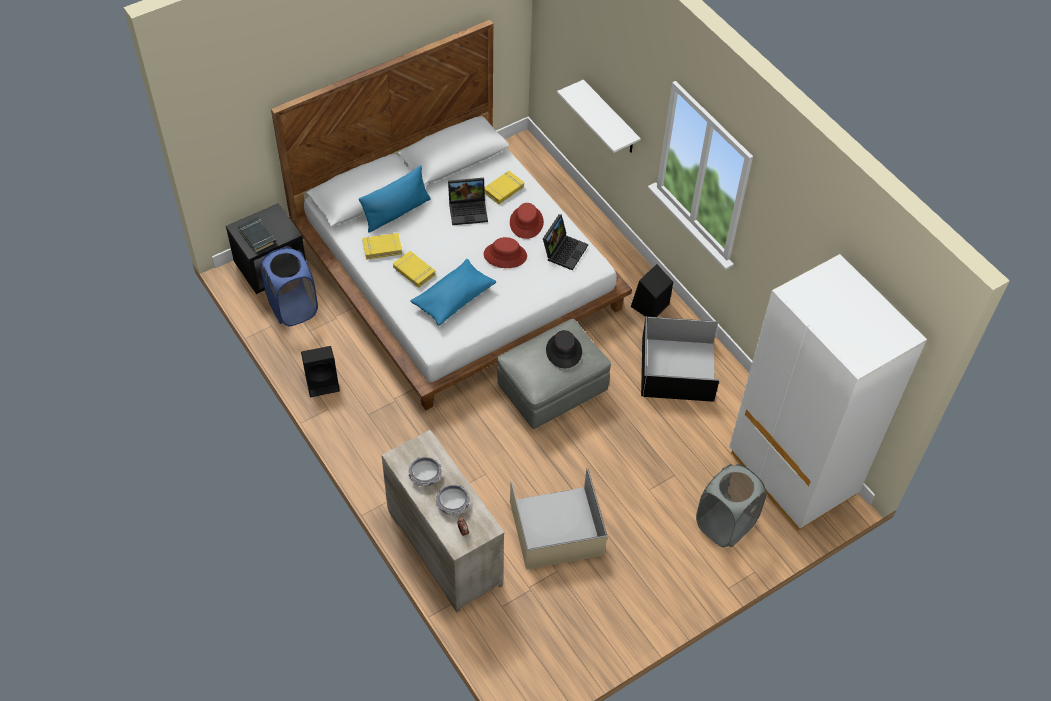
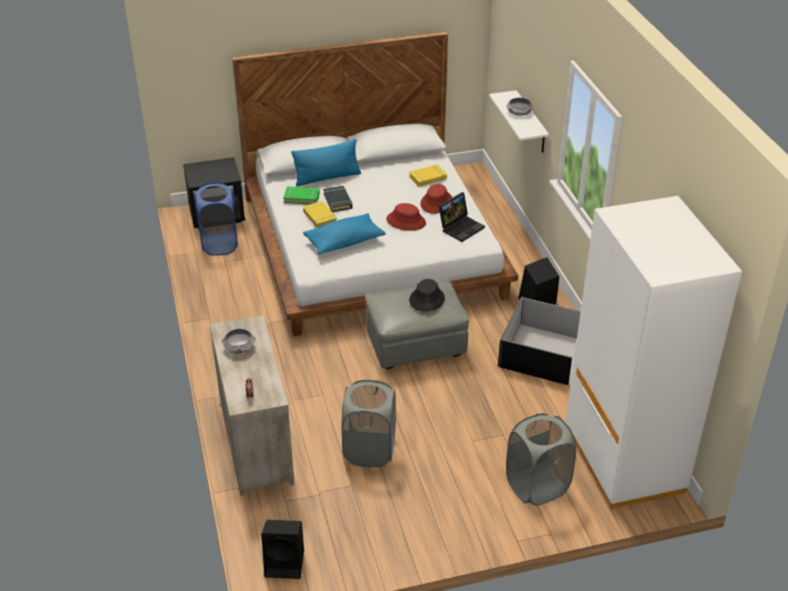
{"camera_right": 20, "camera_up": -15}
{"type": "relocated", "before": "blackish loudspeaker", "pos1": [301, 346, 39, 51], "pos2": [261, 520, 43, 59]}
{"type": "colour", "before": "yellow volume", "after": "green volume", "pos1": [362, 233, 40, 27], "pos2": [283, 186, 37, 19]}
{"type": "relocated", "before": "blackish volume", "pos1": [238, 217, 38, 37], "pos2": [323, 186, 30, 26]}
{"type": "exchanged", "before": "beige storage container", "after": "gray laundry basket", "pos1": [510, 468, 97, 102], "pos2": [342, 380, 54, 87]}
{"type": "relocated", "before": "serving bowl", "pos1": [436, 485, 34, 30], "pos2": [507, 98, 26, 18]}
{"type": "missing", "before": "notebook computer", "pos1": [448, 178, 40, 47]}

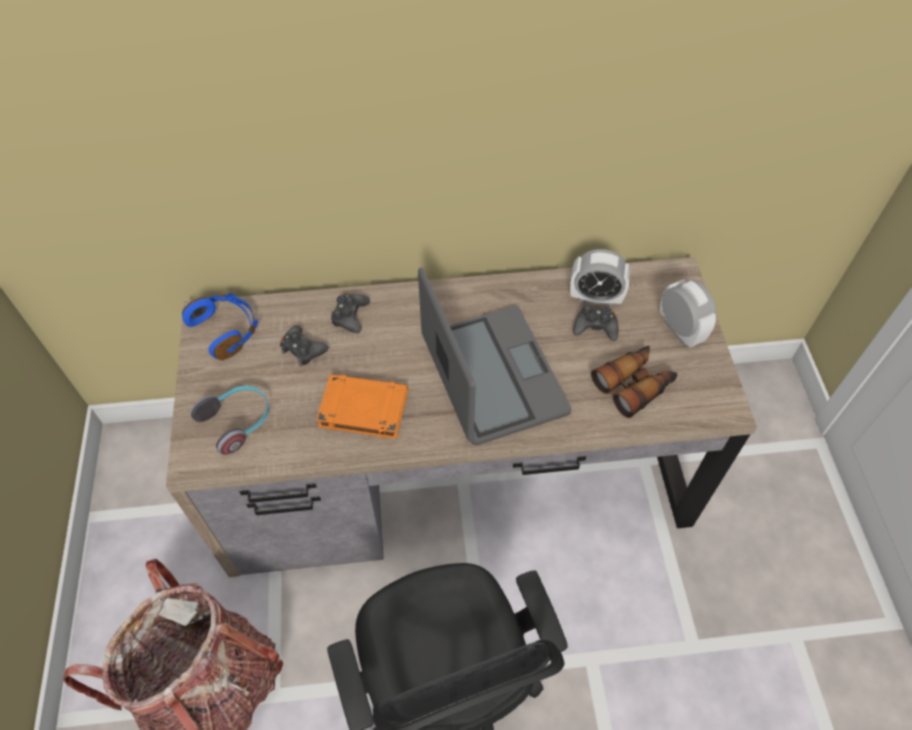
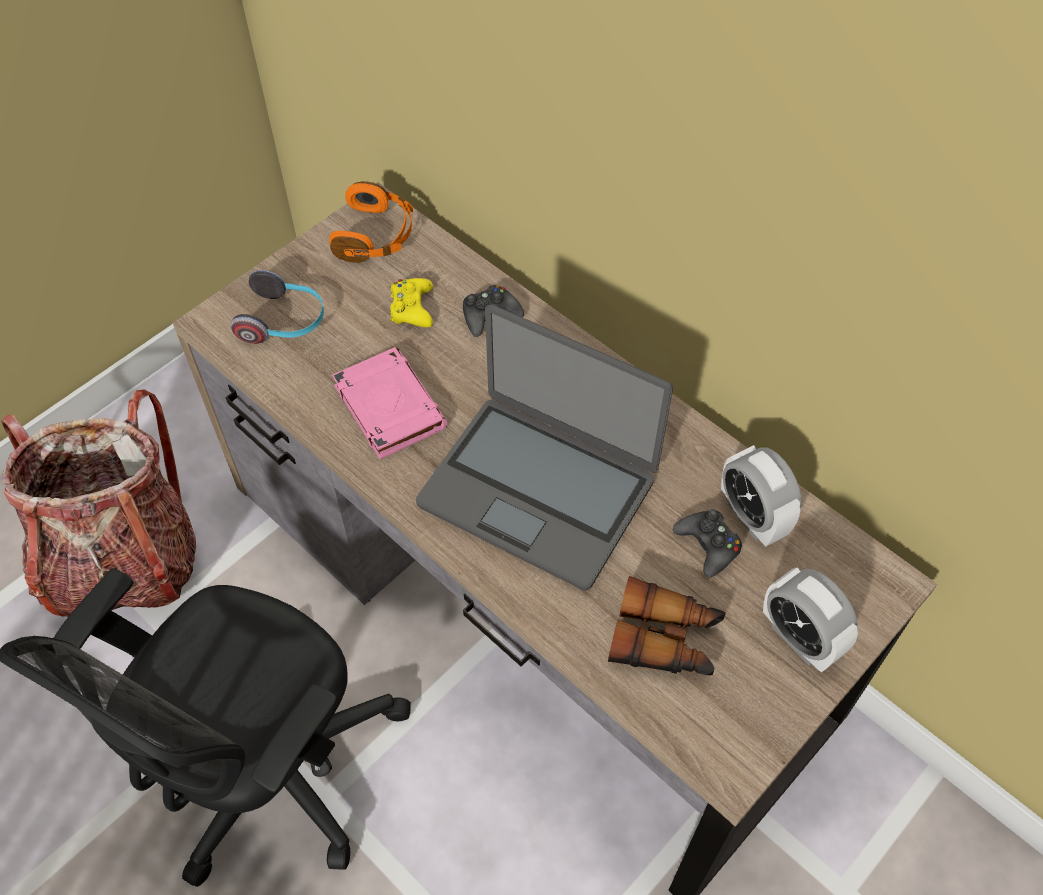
{"camera_right": 50, "camera_up": 0}
{"type": "colour", "before": "blue-coloured pair of headphones", "after": "orange-coloured pair of headphones", "pos1": [182, 294, 76, 66], "pos2": [329, 181, 84, 82]}
{"type": "colour", "before": "orange-coloured volume", "after": "pink-coloured volume", "pos1": [316, 374, 92, 65], "pos2": [332, 347, 115, 112]}
{"type": "colour", "before": "blackish game controller", "after": "yellow game controller", "pos1": [280, 325, 49, 41], "pos2": [390, 278, 43, 49]}
{"type": "spun", "before": "notebook computer", "pos1": [418, 267, 154, 178], "pos2": [416, 304, 257, 287], "turn": 90}
{"type": "spun", "before": "alarm clock", "pos1": [660, 279, 56, 69], "pos2": [763, 567, 95, 105], "turn": 120}

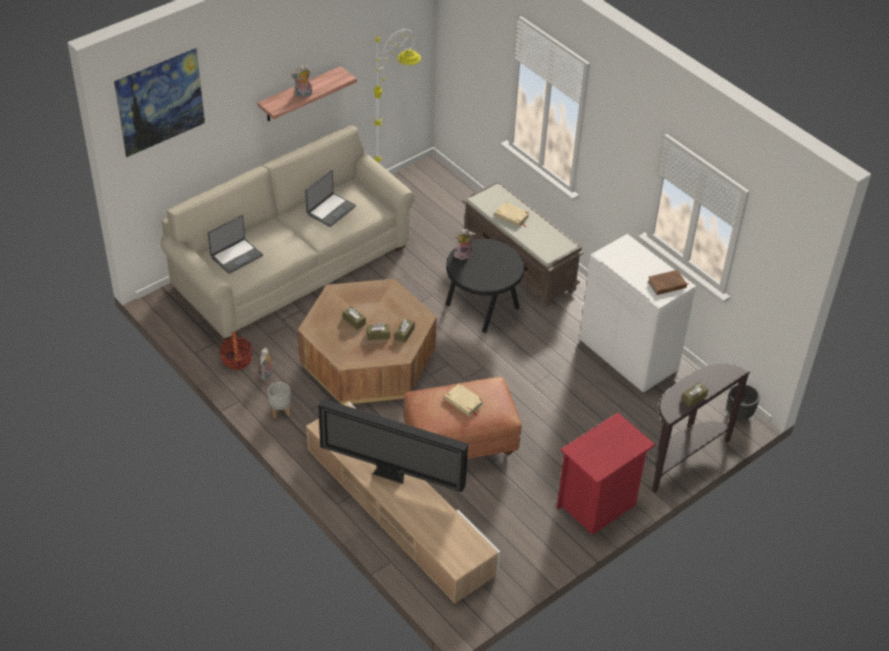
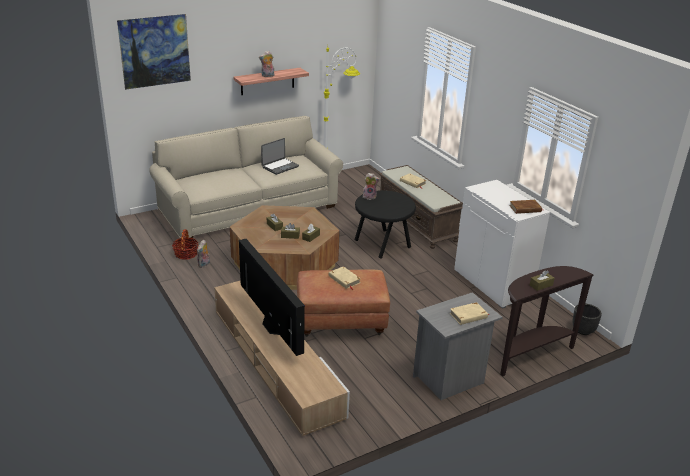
{"camera_right": 10, "camera_up": -15}
{"type": "spun", "before": "television", "pos1": [318, 399, 150, 93], "pos2": [239, 239, 66, 117], "turn": -150}
{"type": "colour", "before": "reddish bedside table", "after": "gray bedside table", "pos1": [557, 413, 98, 122], "pos2": [413, 292, 90, 108]}
{"type": "appeared", "after": "beige volume", "pos2": [450, 302, 39, 23]}
{"type": "missing", "before": "notebook computer", "pos1": [208, 215, 55, 59]}
{"type": "missing", "before": "gray planter", "pos1": [268, 382, 23, 36]}

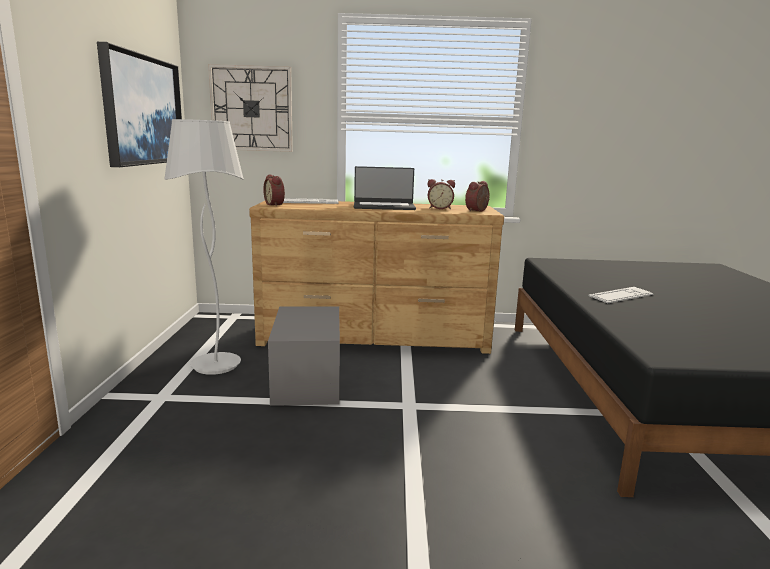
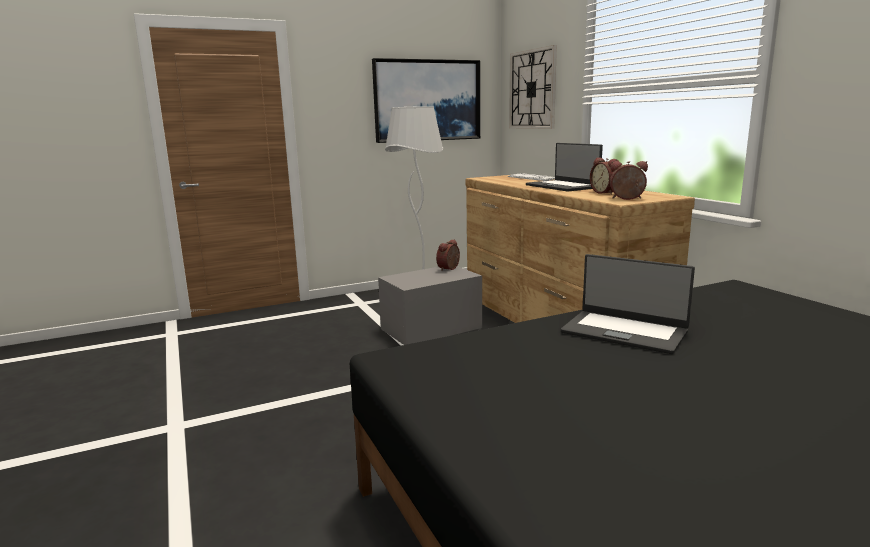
{"camera_right": 65, "camera_up": 0}
{"type": "relocated", "before": "alarm clock", "pos1": [263, 175, 22, 31], "pos2": [436, 239, 24, 32]}
{"type": "exchanged", "before": "PC keyboard", "after": "notebook computer", "pos1": [588, 287, 66, 17], "pos2": [561, 254, 134, 100]}

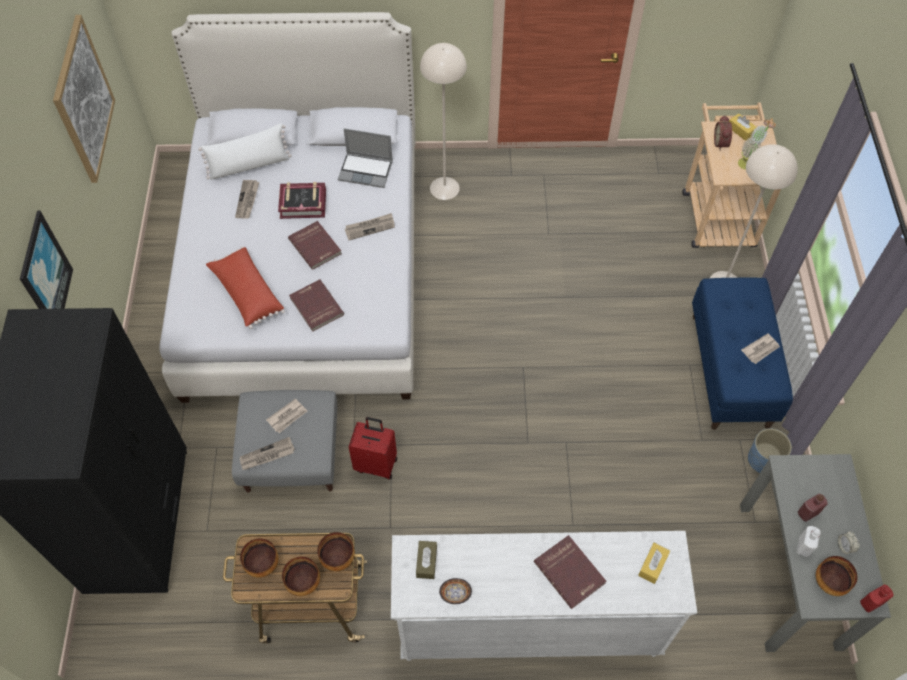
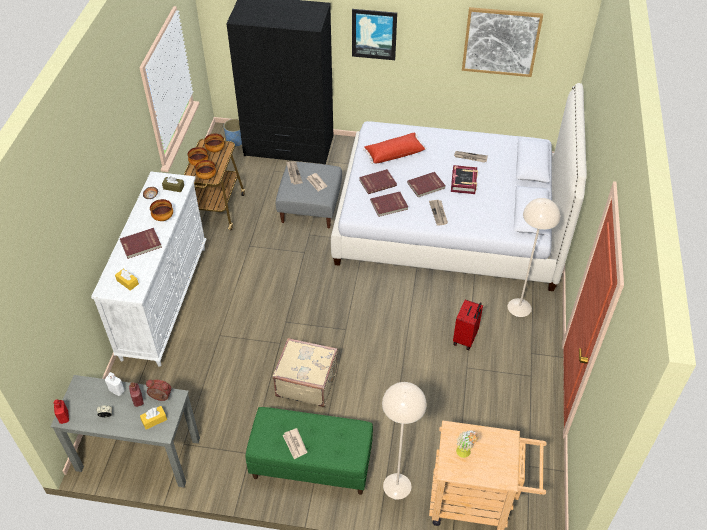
{"camera_right": 100, "camera_up": -10}
{"type": "relocated", "before": "yellow box of tissues", "pos1": [729, 113, 27, 28], "pos2": [140, 406, 27, 23]}
{"type": "relocated", "before": "alarm clock", "pos1": [714, 115, 18, 35], "pos2": [146, 379, 26, 22]}
{"type": "relocated", "before": "serving bowl", "pos1": [816, 556, 42, 40], "pos2": [150, 199, 23, 22]}
{"type": "relocated", "before": "blue-coloured planter", "pos1": [748, 428, 44, 45], "pos2": [224, 119, 18, 28]}
{"type": "colour", "before": "blue-coloured long seat", "after": "green long seat", "pos1": [692, 277, 101, 153], "pos2": [245, 407, 128, 88]}
{"type": "appeared", "after": "beige suitcase", "pos2": [272, 338, 66, 69]}
{"type": "appeared", "after": "reddish volume", "pos2": [370, 192, 38, 25]}
{"type": "relocated", "before": "reddish suitcase", "pos1": [349, 417, 48, 63], "pos2": [453, 300, 30, 50]}
{"type": "missing", "before": "whitish throw pillow", "pos1": [198, 123, 94, 57]}
{"type": "missing", "before": "notebook computer", "pos1": [338, 128, 55, 60]}

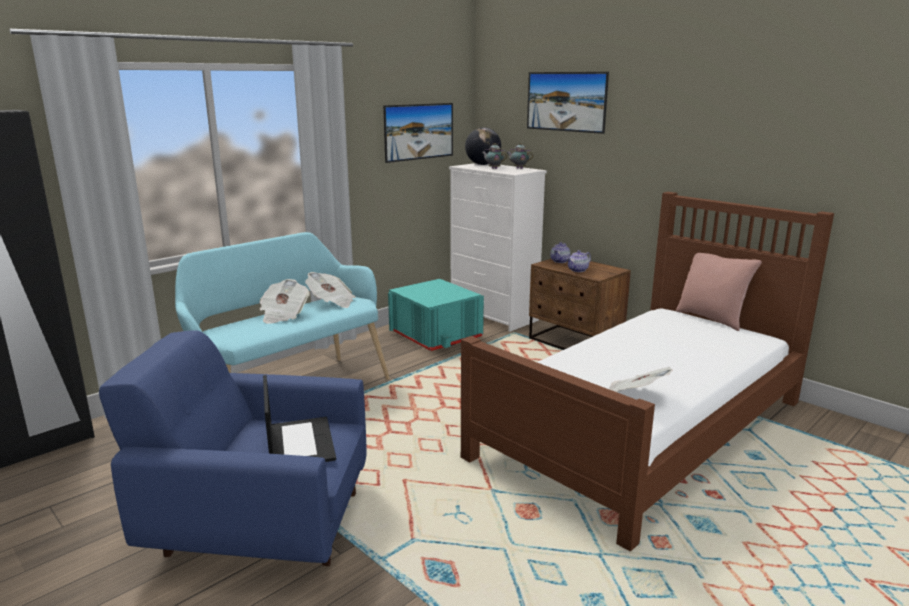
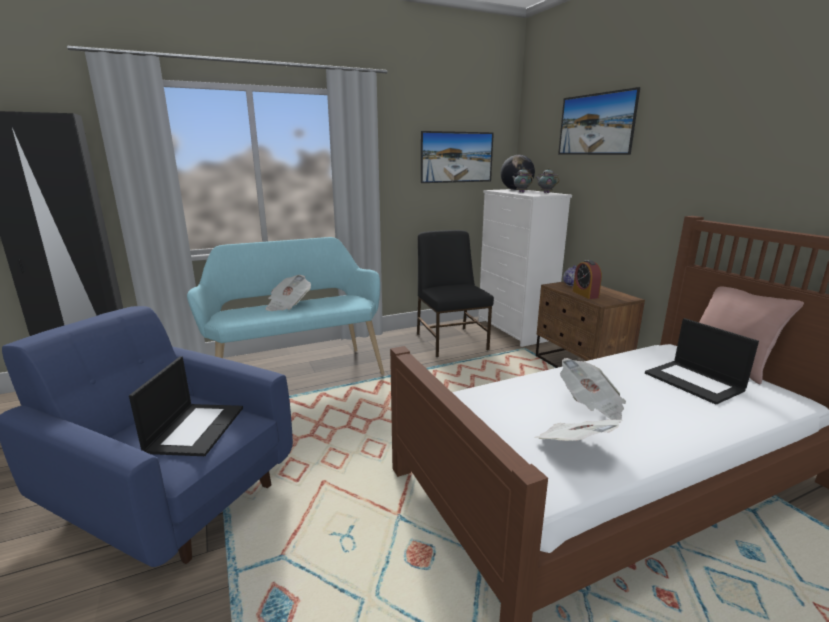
{"camera_right": 20, "camera_up": 0}
{"type": "exchanged", "before": "turquoise-coloured storage container", "after": "blackish chair", "pos1": [388, 279, 96, 72], "pos2": [417, 230, 77, 127]}
{"type": "relocated", "before": "printed paper", "pos1": [305, 272, 51, 36], "pos2": [560, 358, 66, 65]}
{"type": "exchanged", "before": "tea pot", "after": "alarm clock", "pos1": [566, 250, 25, 22], "pos2": [573, 260, 29, 39]}
{"type": "appeared", "after": "notebook computer", "pos2": [645, 318, 114, 87]}

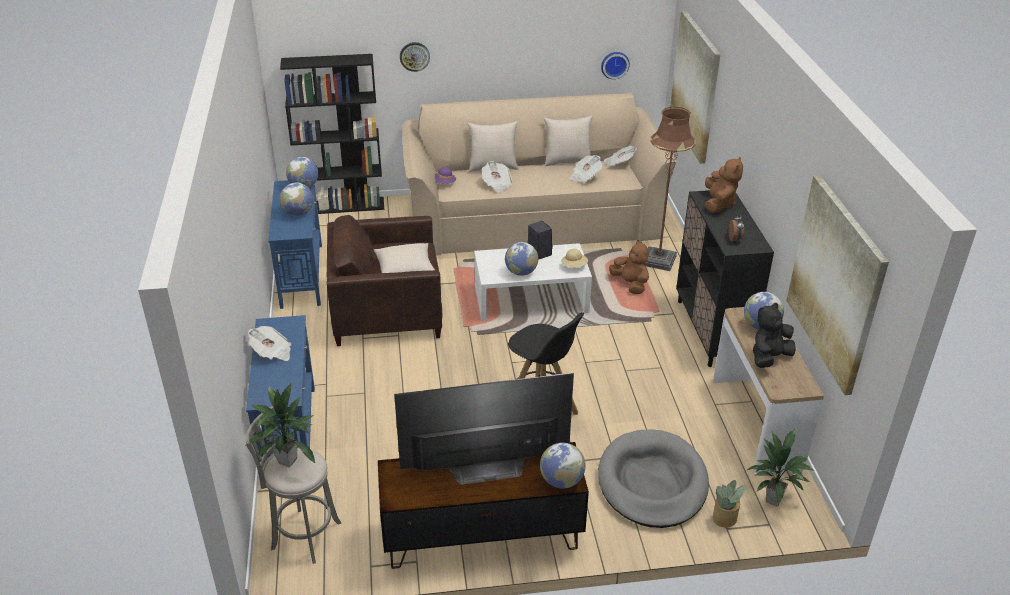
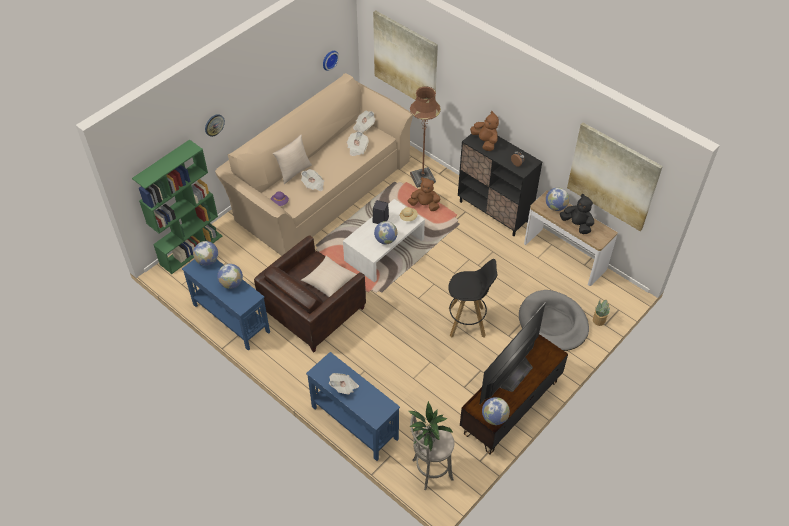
{"camera_right": -40, "camera_up": 15}
{"type": "colour", "before": "blackish bookcase", "after": "green bookcase", "pos1": [280, 54, 104, 160], "pos2": [132, 140, 90, 134]}
{"type": "relocated", "before": "globe", "pos1": [540, 443, 46, 45], "pos2": [482, 397, 28, 28]}
{"type": "spun", "before": "blackish cuddly toy", "pos1": [753, 303, 43, 65], "pos2": [560, 194, 34, 40], "turn": 120}
{"type": "missing", "before": "beige throw pillow", "pos1": [544, 115, 49, 51]}
{"type": "missing", "before": "plant in a pot", "pos1": [747, 429, 67, 78]}

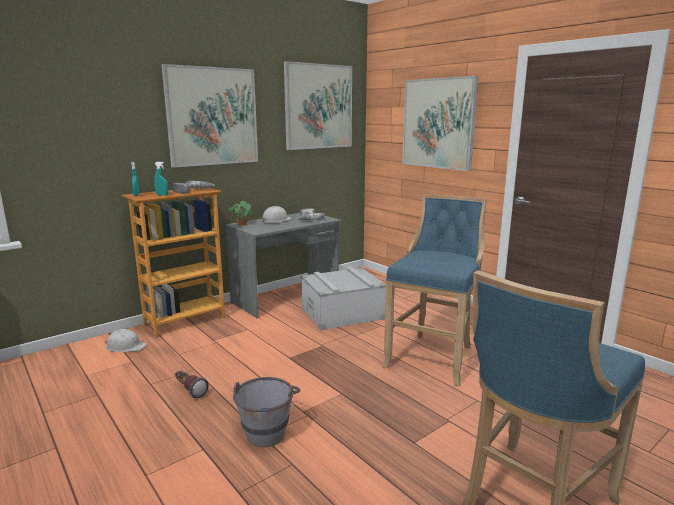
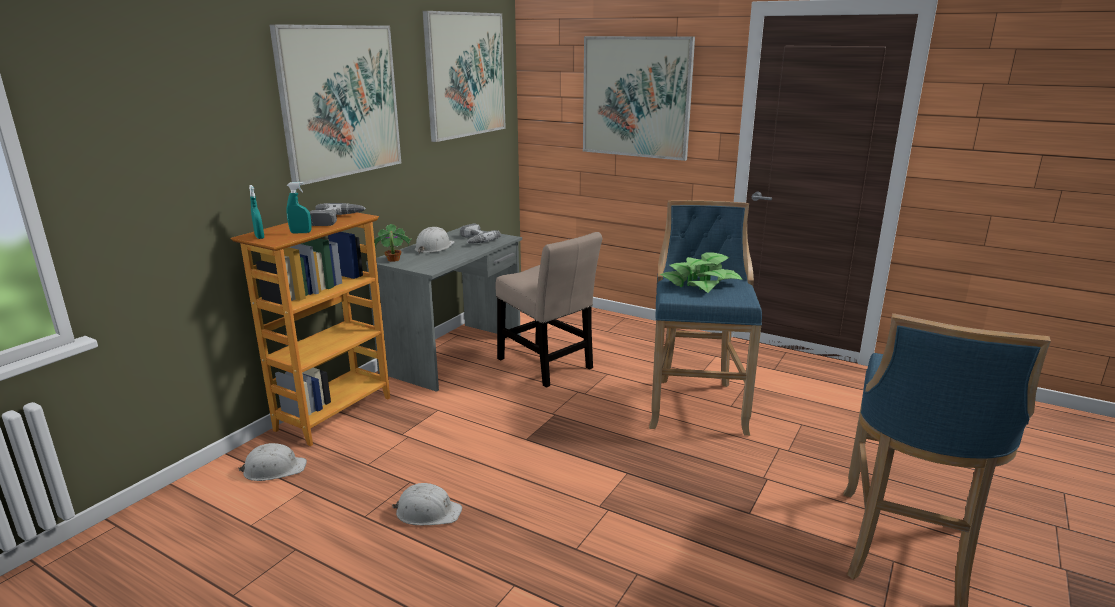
{"camera_right": -20, "camera_up": 5}
{"type": "exchanged", "before": "hand torch", "after": "whitish hard hat", "pos1": [175, 371, 34, 27], "pos2": [392, 483, 70, 42]}
{"type": "exchanged", "before": "gray storage container", "after": "beige chair", "pos1": [301, 267, 85, 63], "pos2": [495, 232, 107, 156]}
{"type": "appeared", "after": "plant in a pot", "pos2": [659, 252, 84, 41]}
{"type": "missing", "before": "gray pail", "pos1": [233, 377, 67, 70]}

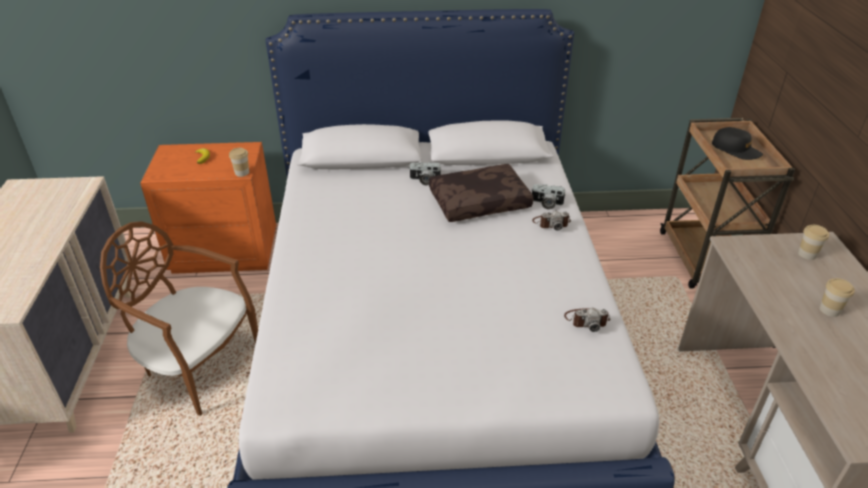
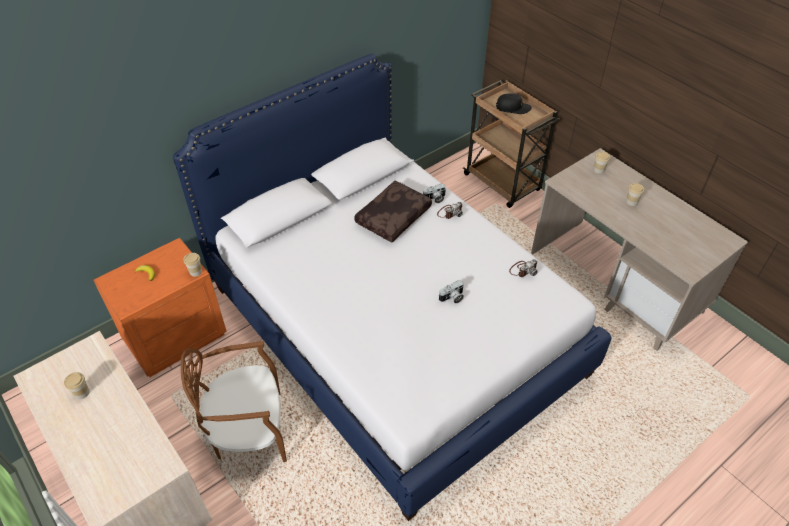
{"camera_right": -35, "camera_up": 10}
{"type": "appeared", "after": "drinking cup", "pos2": [64, 372, 25, 27]}
{"type": "relocated", "before": "photo camera", "pos1": [410, 162, 32, 24], "pos2": [439, 280, 25, 23]}

